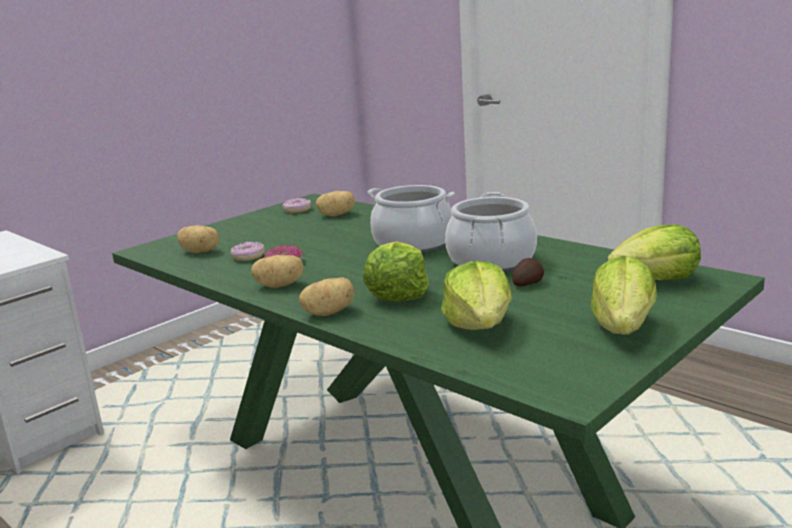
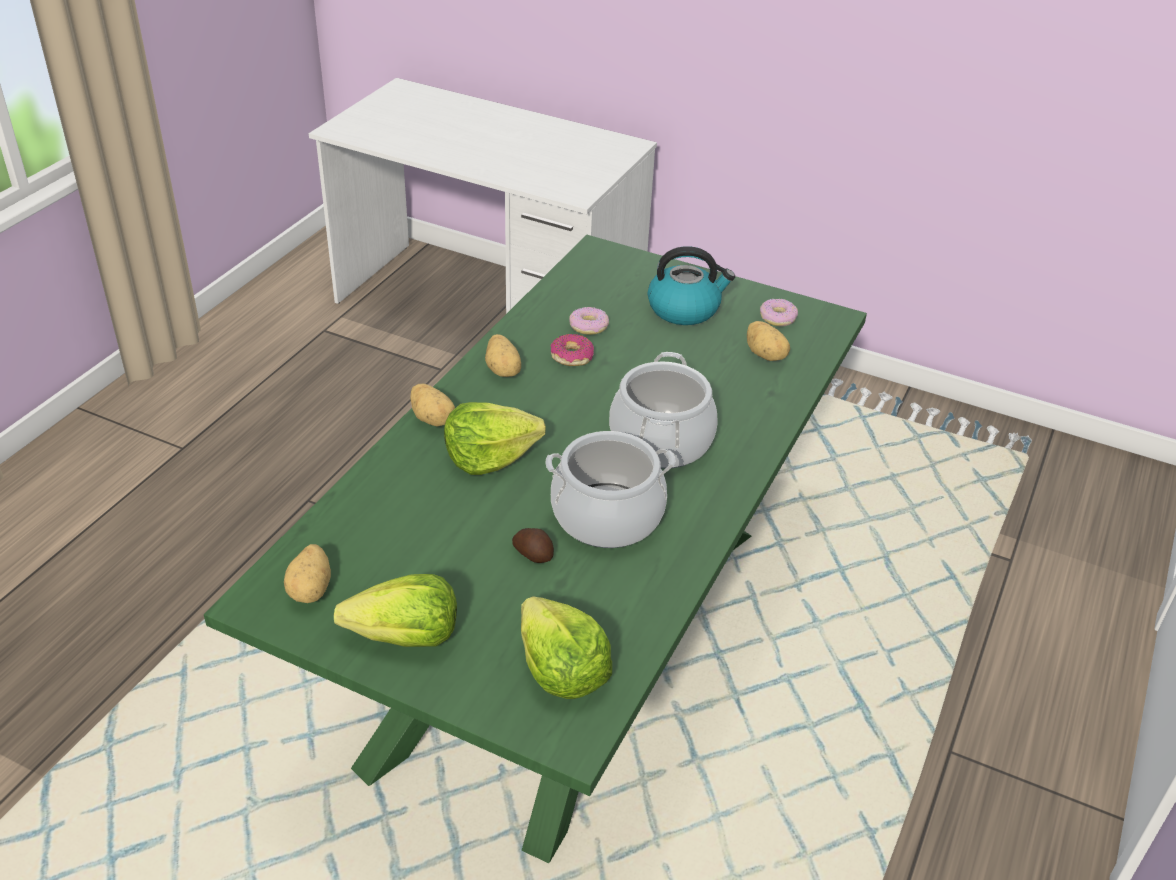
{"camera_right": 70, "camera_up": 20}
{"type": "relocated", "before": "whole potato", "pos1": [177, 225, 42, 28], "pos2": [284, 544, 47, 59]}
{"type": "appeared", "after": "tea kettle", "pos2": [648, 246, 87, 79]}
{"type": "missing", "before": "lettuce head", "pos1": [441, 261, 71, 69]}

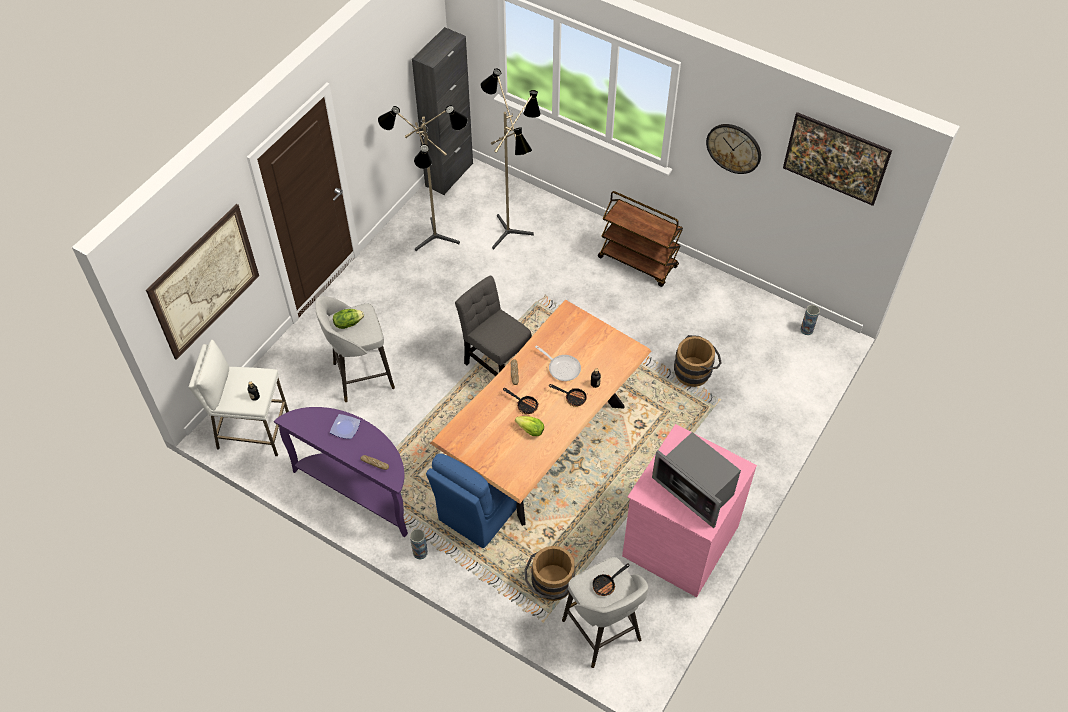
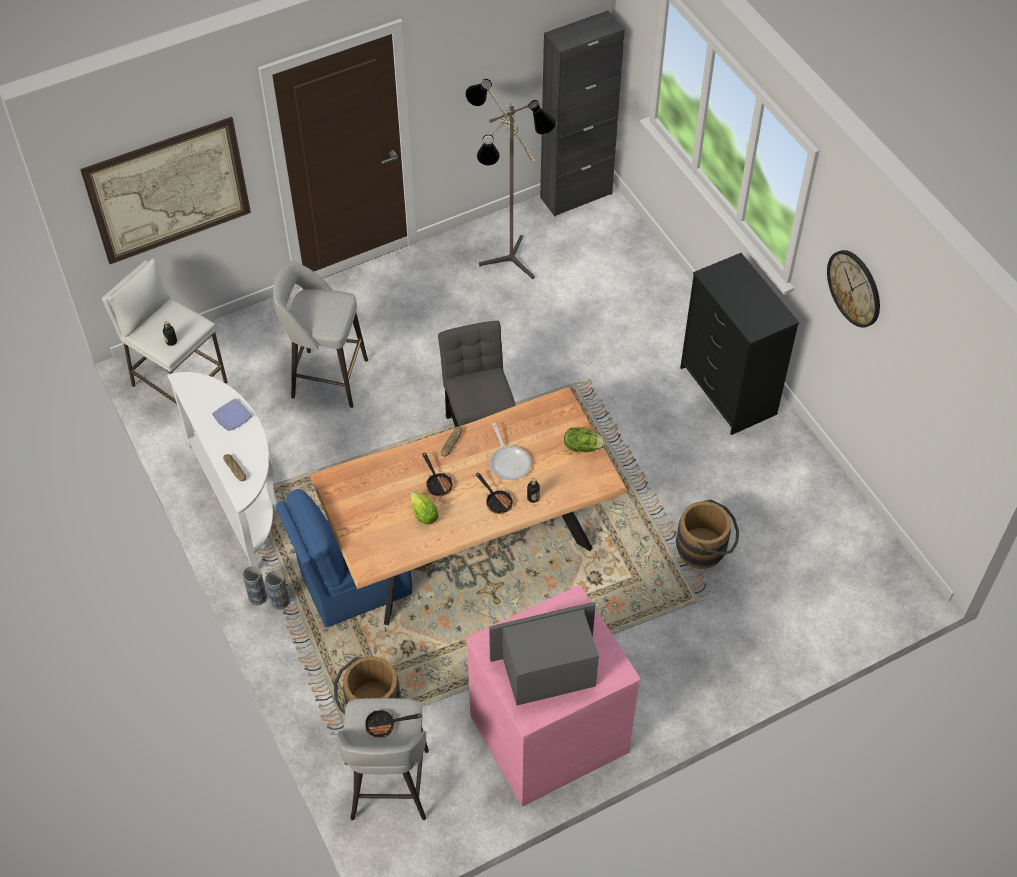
{"camera_right": 30, "camera_up": 0}
{"type": "colour", "before": "purple-coloured hall table", "after": "whitish hall table", "pos1": [274, 407, 134, 130], "pos2": [167, 372, 113, 196]}
{"type": "relocated", "before": "vase", "pos1": [800, 305, 20, 30], "pos2": [265, 570, 24, 40]}
{"type": "spun", "before": "kitchen microwave", "pos1": [652, 432, 89, 96], "pos2": [489, 602, 110, 104], "turn": 90}
{"type": "relocated", "before": "lettuce head", "pos1": [333, 309, 31, 20], "pos2": [564, 427, 42, 25]}
{"type": "exchanged", "before": "brown-coloured cart", "after": "blackish dresser", "pos1": [598, 191, 85, 96], "pos2": [680, 253, 120, 182]}
{"type": "missing", "before": "standing lamp", "pos1": [480, 69, 61, 180]}
{"type": "missing", "before": "picture", "pos1": [783, 112, 109, 94]}

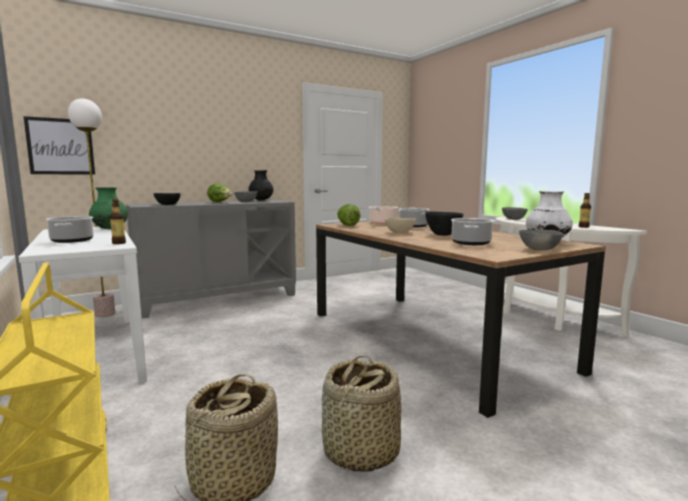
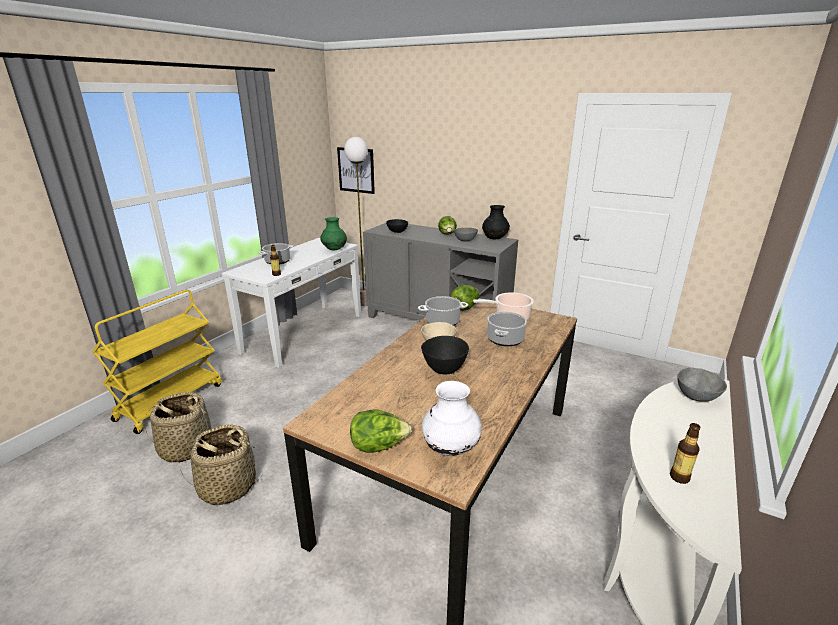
{"camera_right": 60, "camera_up": 15}
{"type": "exchanged", "before": "gray serving bowl", "after": "lettuce head", "pos1": [519, 230, 44, 21], "pos2": [350, 410, 62, 43]}
{"type": "relocated", "before": "saucepot", "pos1": [451, 218, 42, 27], "pos2": [418, 296, 50, 30]}

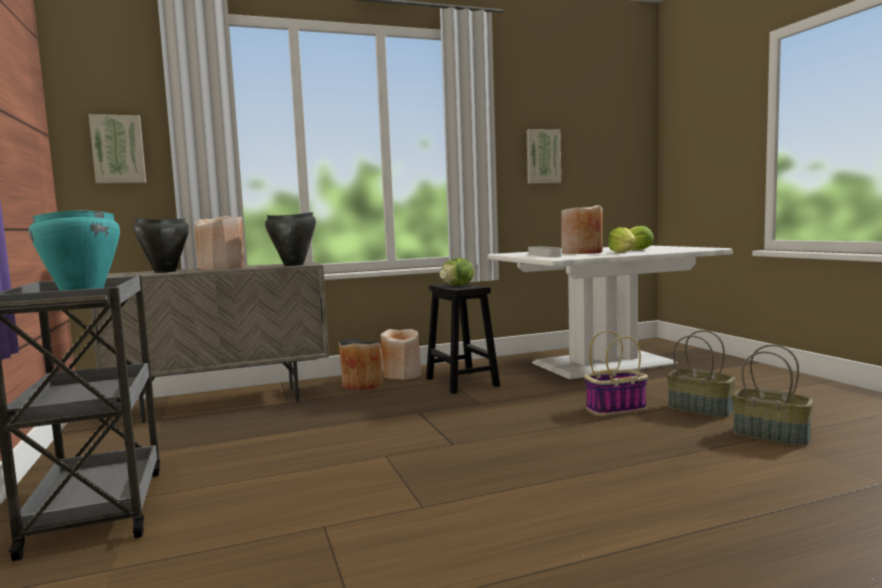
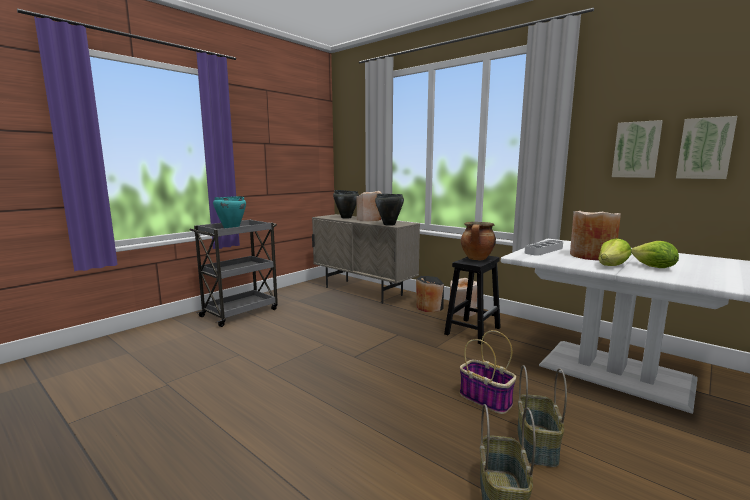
{"camera_right": 60, "camera_up": 5}
{"type": "exchanged", "before": "lettuce head", "after": "saucepot", "pos1": [439, 258, 35, 28], "pos2": [461, 222, 35, 38]}
{"type": "relocated", "before": "picture", "pos1": [89, 114, 57, 70], "pos2": [676, 116, 61, 63]}

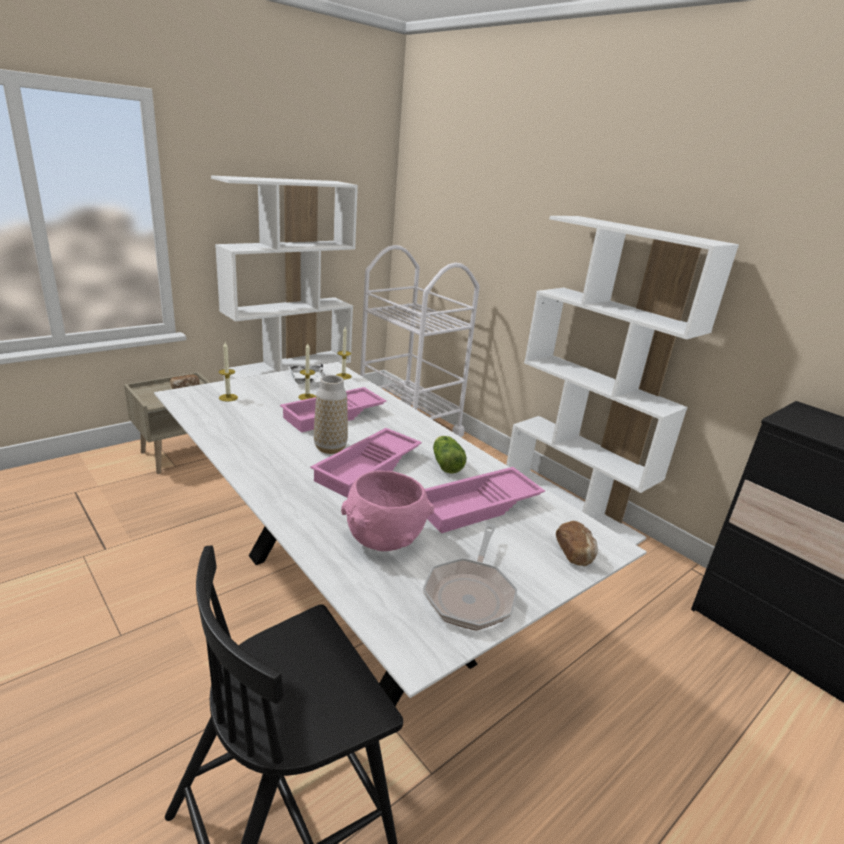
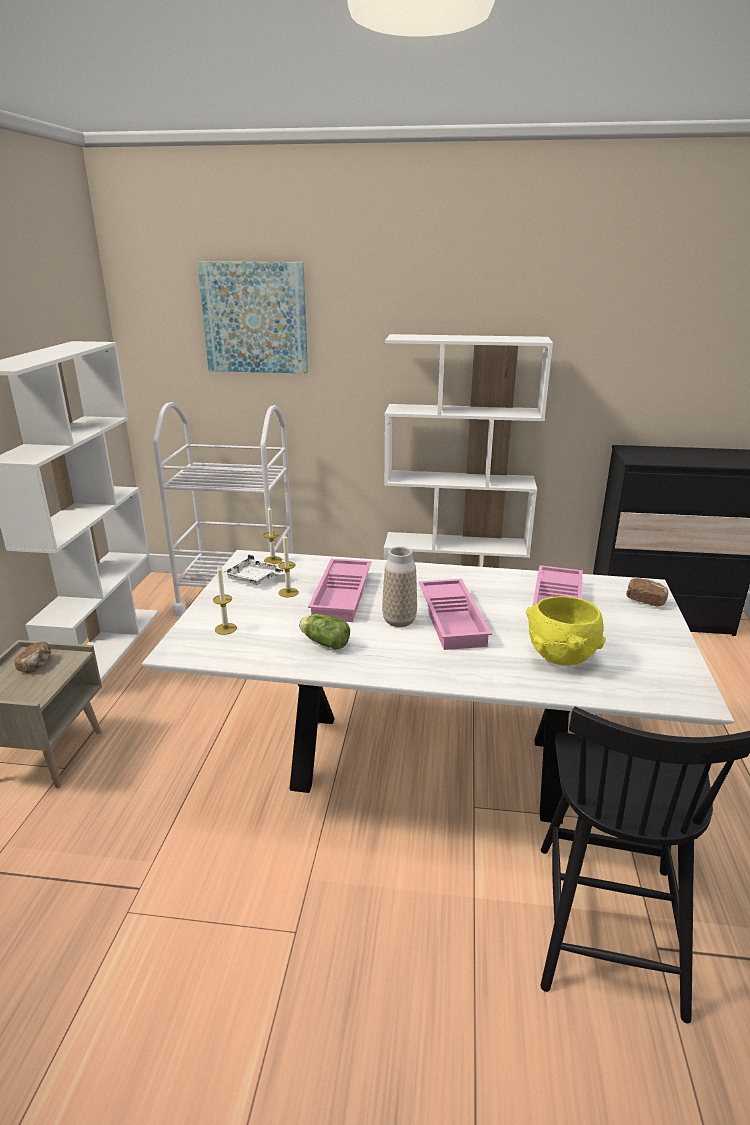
{"camera_right": -40, "camera_up": 0}
{"type": "appeared", "after": "picture", "pos2": [197, 261, 111, 112]}
{"type": "relocated", "before": "lettuce head", "pos1": [433, 436, 34, 38], "pos2": [299, 614, 51, 36]}
{"type": "colour", "before": "pink-coloured serving bowl", "after": "yellow serving bowl", "pos1": [341, 470, 93, 81], "pos2": [526, 596, 80, 70]}
{"type": "missing", "before": "skillet", "pos1": [423, 523, 94, 107]}

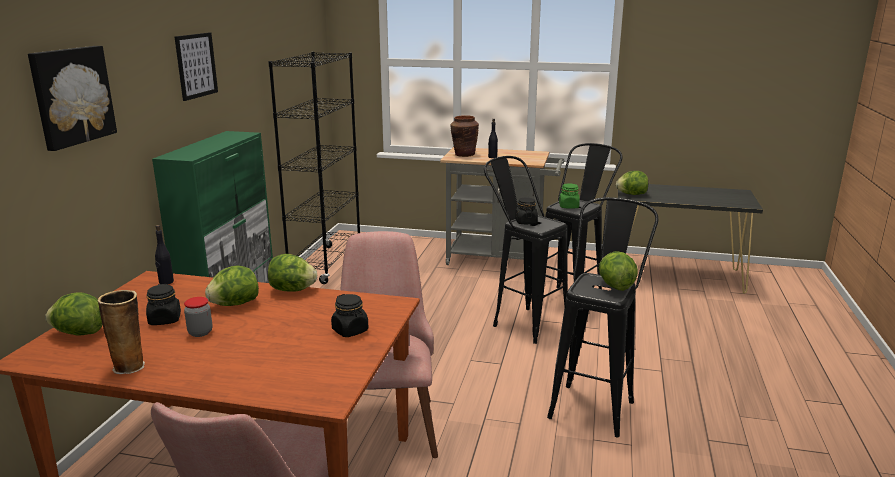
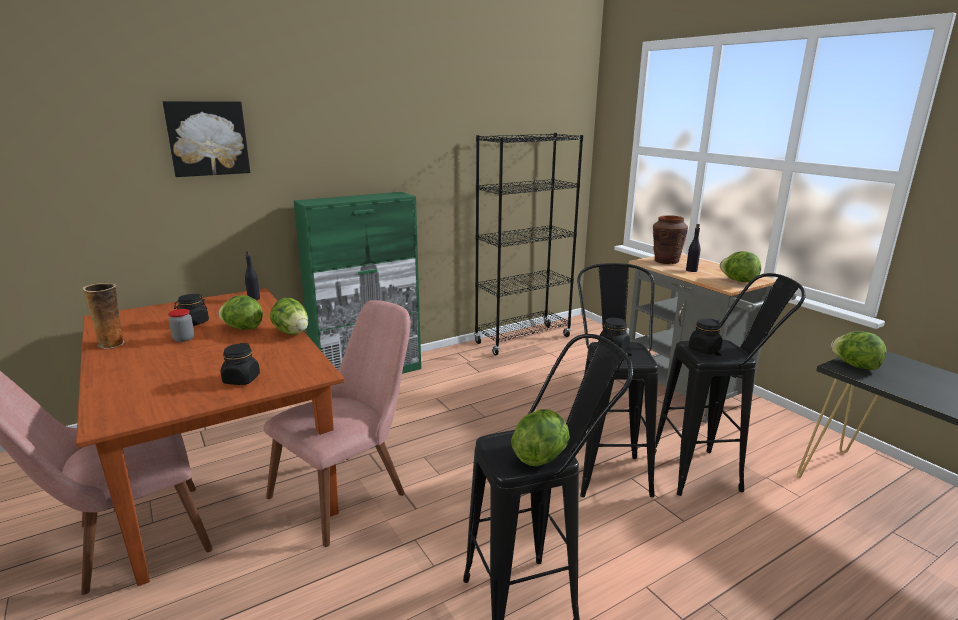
{"camera_right": 45, "camera_up": 0}
{"type": "colour", "before": "green preserve jar", "after": "blackish preserve jar", "pos1": [559, 184, 21, 25], "pos2": [689, 318, 34, 36]}
{"type": "relocated", "before": "lettuce head", "pos1": [45, 292, 58, 44], "pos2": [720, 251, 41, 31]}
{"type": "missing", "before": "picture", "pos1": [175, 32, 43, 69]}

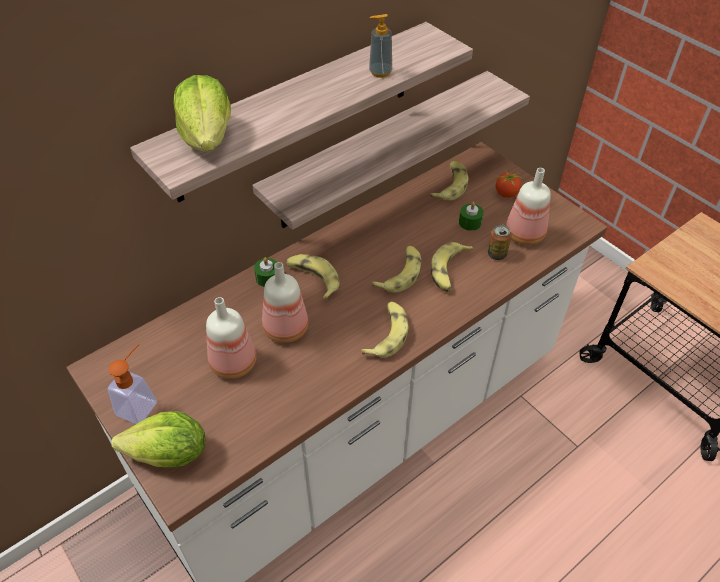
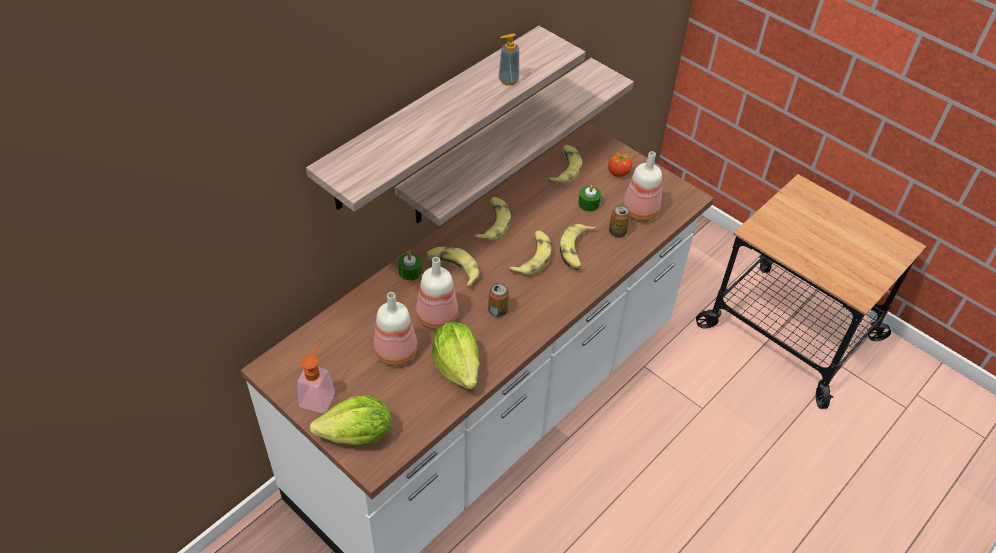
{"camera_right": -10, "camera_up": 0}
{"type": "relocated", "before": "lettuce head", "pos1": [173, 75, 58, 77], "pos2": [432, 322, 47, 68]}
{"type": "relocated", "before": "banana", "pos1": [361, 302, 48, 56], "pos2": [474, 197, 37, 44]}
{"type": "appeared", "after": "can", "pos2": [488, 283, 21, 34]}

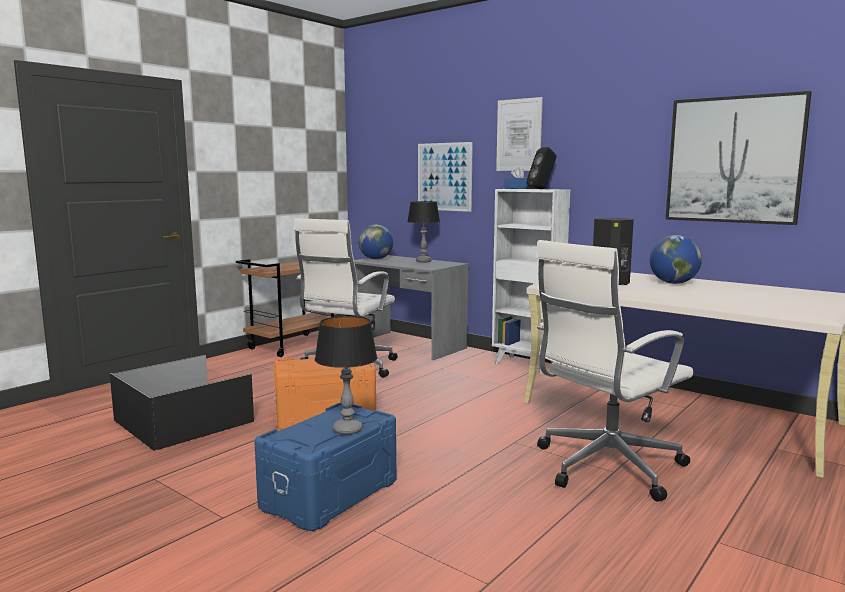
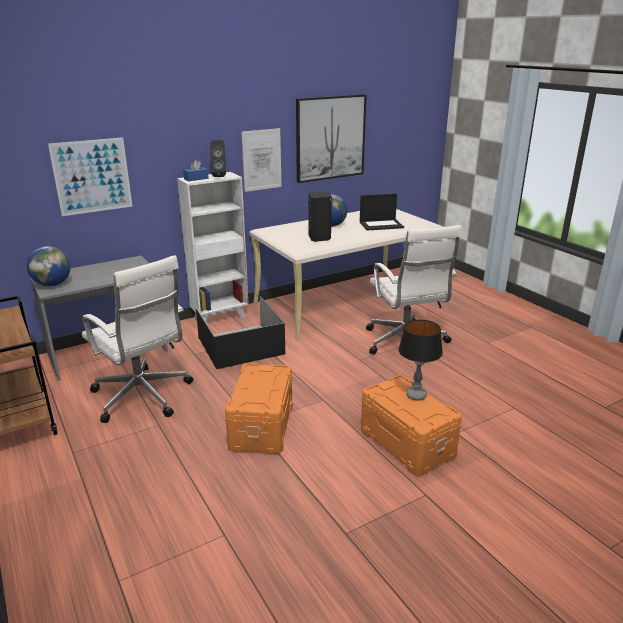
{"camera_right": -70, "camera_up": 15}
{"type": "relocated", "before": "blackish storage container", "pos1": [110, 355, 144, 96], "pos2": [196, 296, 89, 73]}
{"type": "relocated", "before": "picture", "pos1": [496, 97, 47, 74], "pos2": [241, 128, 41, 64]}
{"type": "appeared", "after": "notebook computer", "pos2": [360, 193, 44, 38]}
{"type": "colour", "before": "blue-coloured storage container", "after": "orange-coloured storage container", "pos1": [254, 402, 142, 129], "pos2": [361, 375, 101, 101]}
{"type": "missing", "before": "lamp for a table", "pos1": [407, 201, 33, 61]}

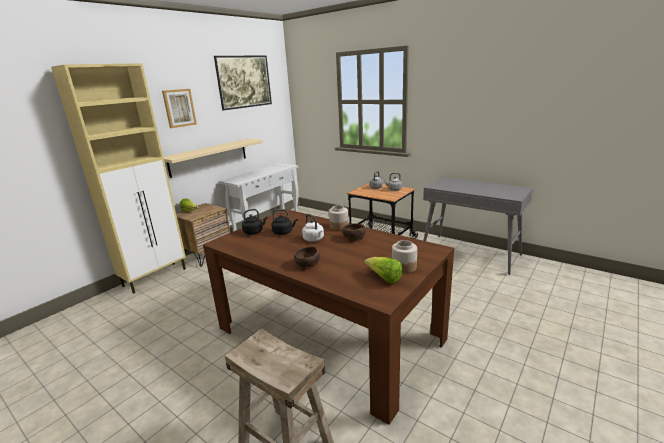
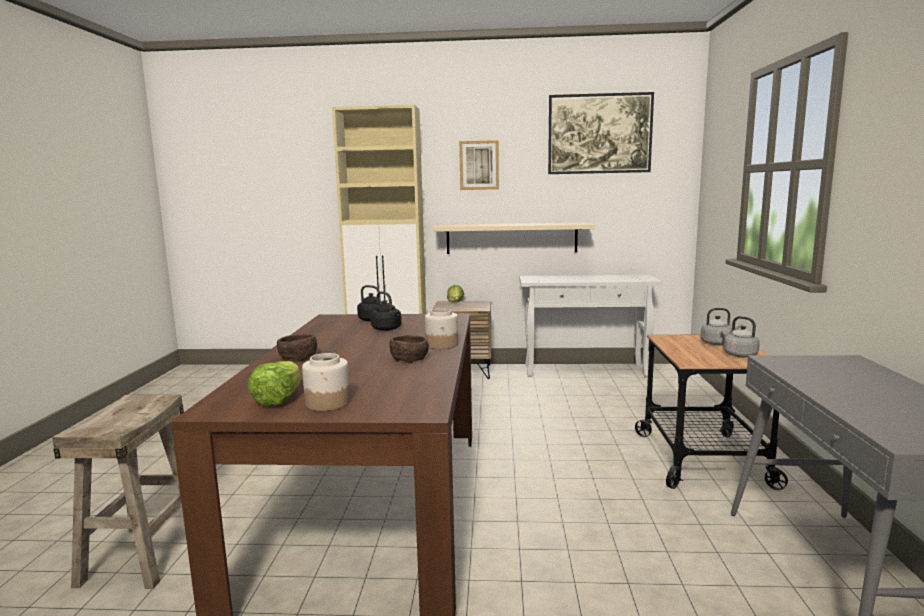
{"camera_right": 55, "camera_up": -10}
{"type": "missing", "before": "whitish tea kettle", "pos1": [302, 214, 22, 28]}

